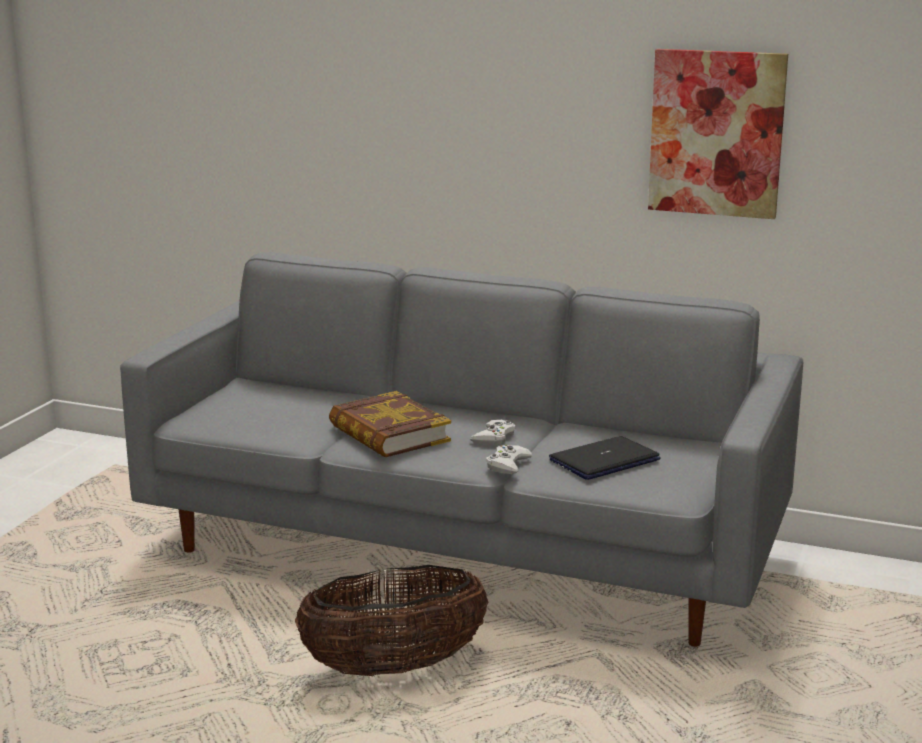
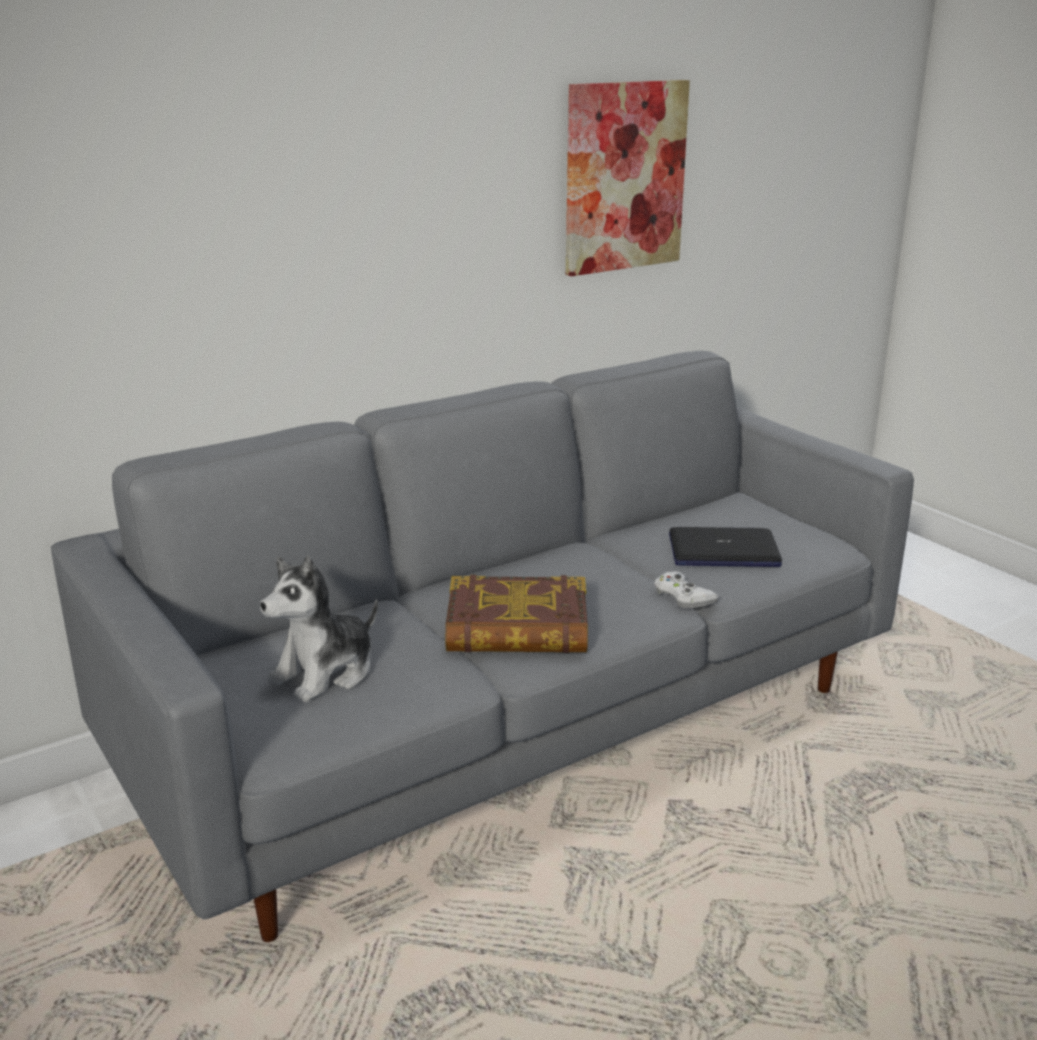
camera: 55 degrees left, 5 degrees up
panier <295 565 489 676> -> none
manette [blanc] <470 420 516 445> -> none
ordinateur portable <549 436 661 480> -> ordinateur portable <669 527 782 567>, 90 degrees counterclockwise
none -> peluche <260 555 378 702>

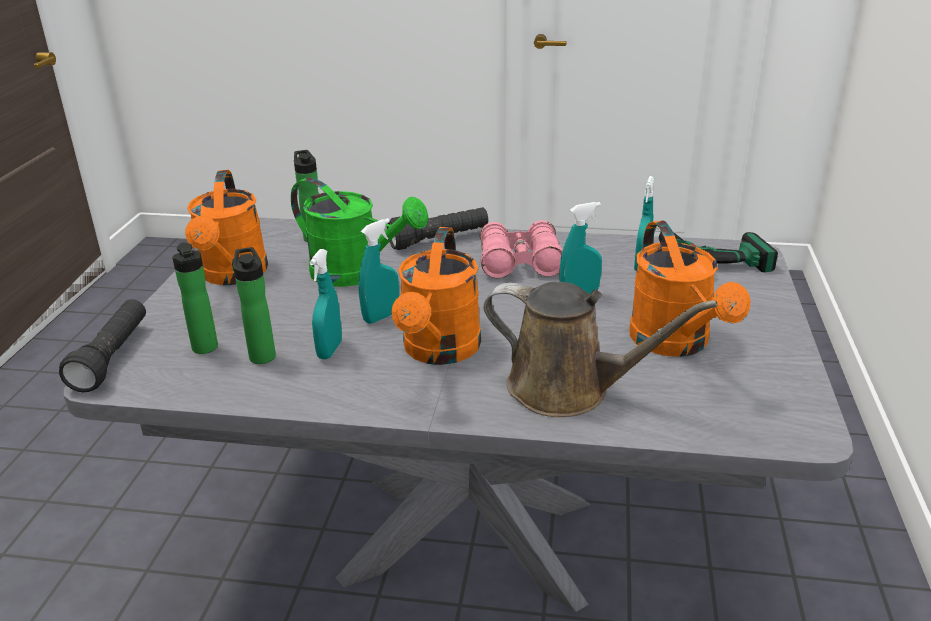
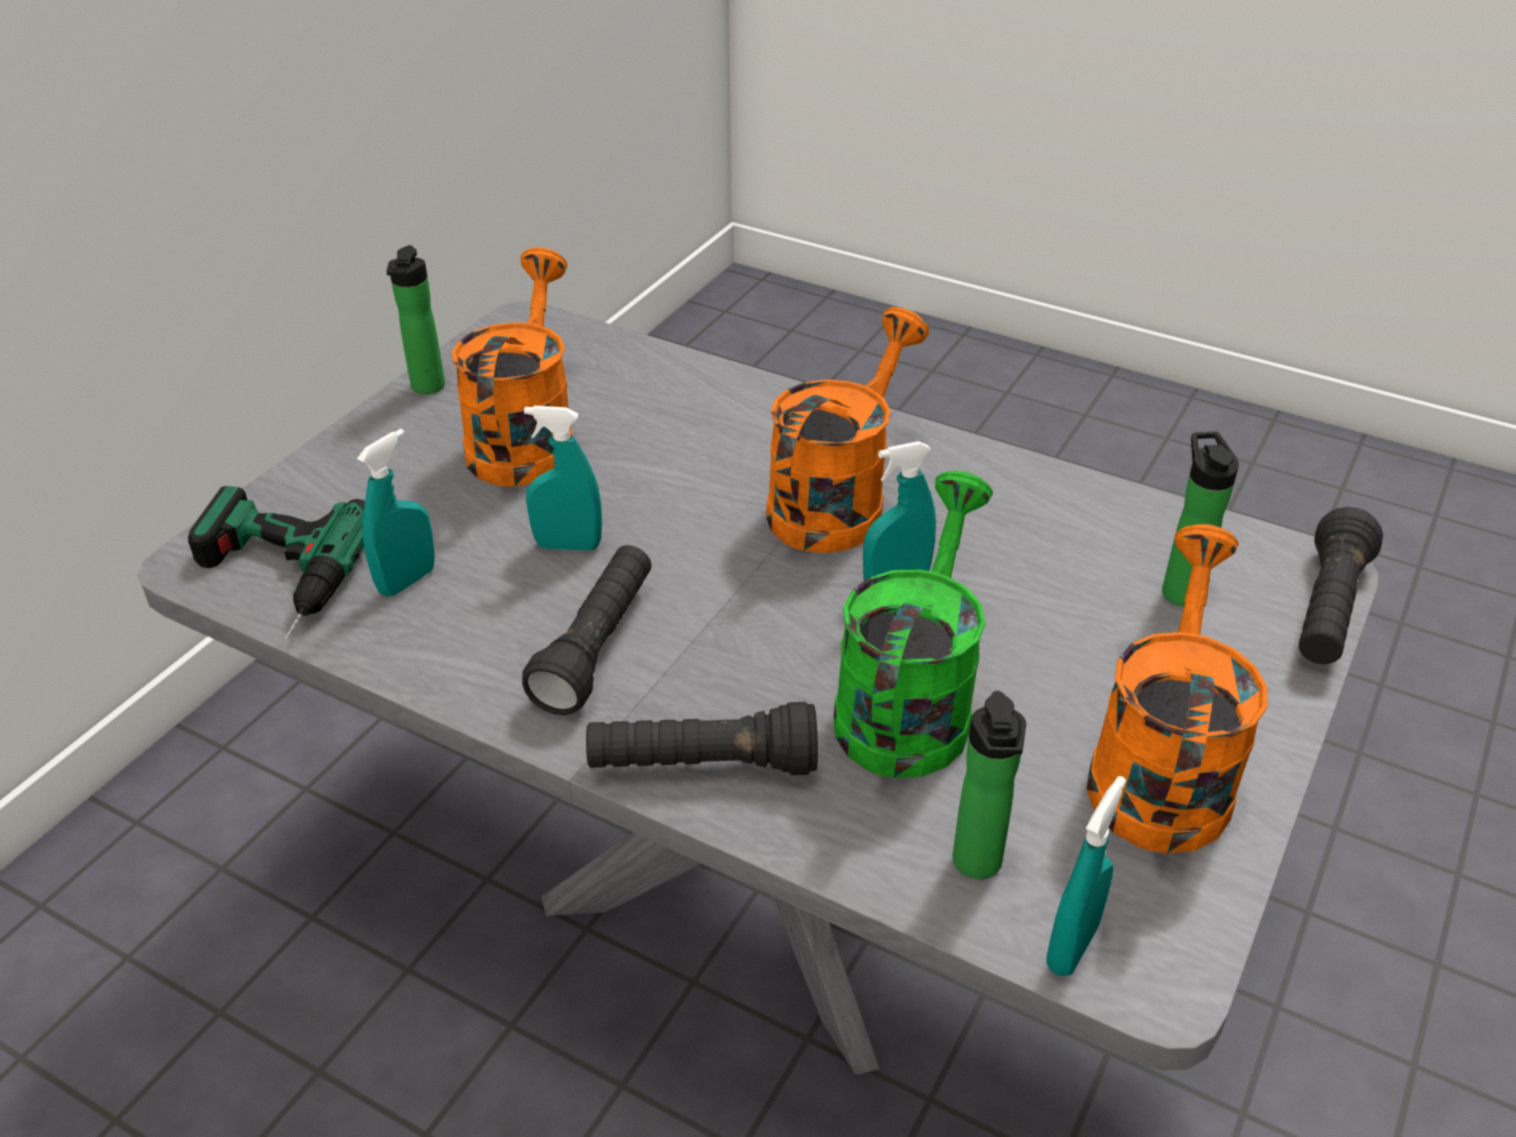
camera: 160 degrees left, 10 degrees up
bouteille <233 247 276 364> -> bouteille <386 245 445 394>, moved
arrosoir [vert] <291 178 429 287> -> arrosoir [vert] <834 471 993 778>, 60 degrees clockwise
vaporisateur [turquoise] <309 249 342 359> -> vaporisateur [turquoise] <1046 776 1126 976>, moved
jumelles [rose] <480 220 563 278> -> lampe de poche [noir] <522 545 651 715>
arrosoir [marron] <483 282 718 417> -> none

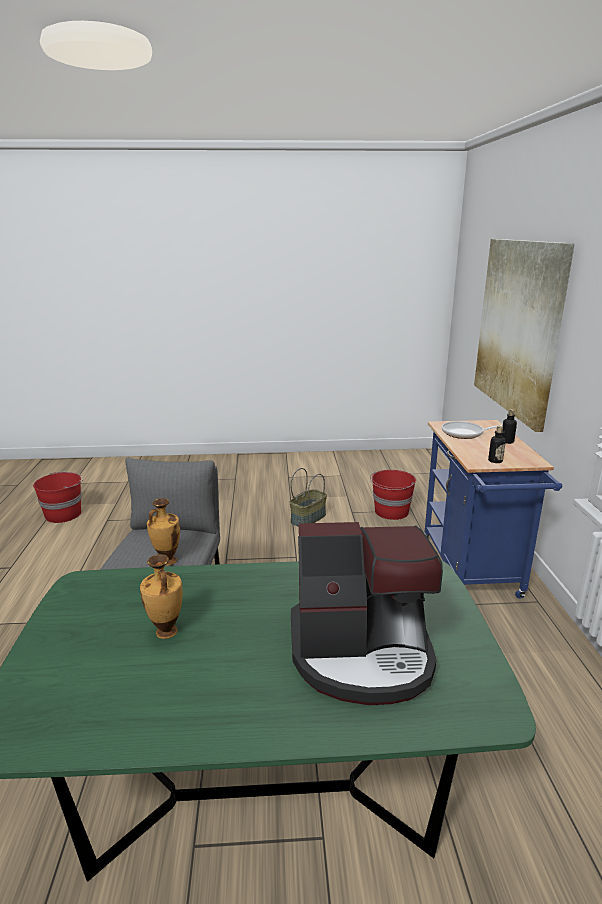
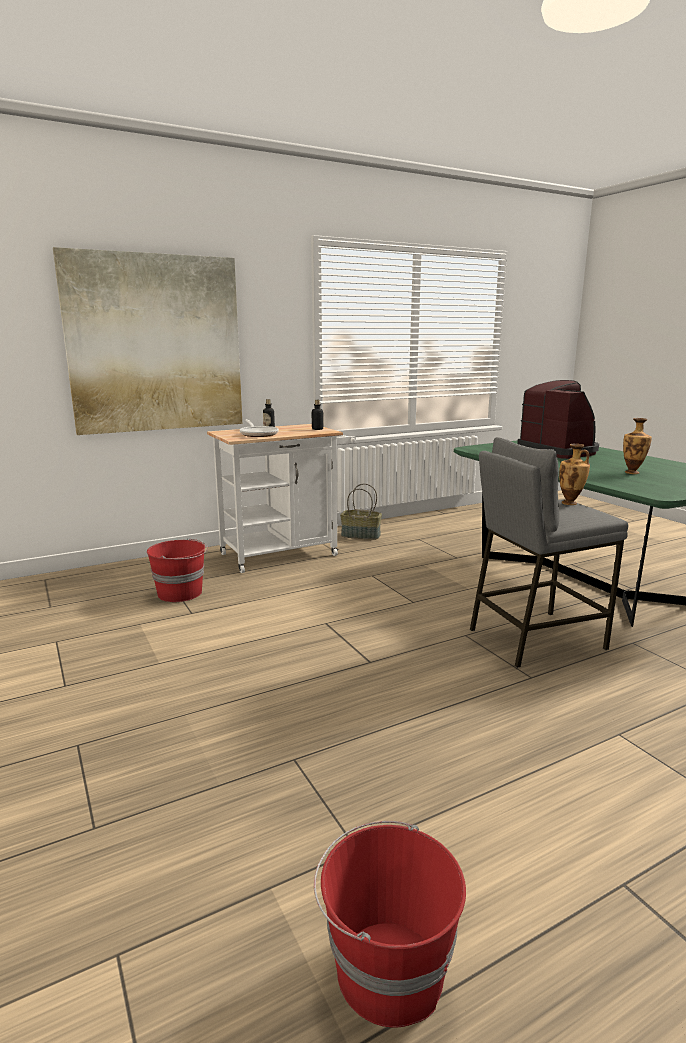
camera: 115 degrees left, 5 degrees down
panier <289 468 327 527> -> panier <340 484 382 540>, moved
chariot [bleu] <425 420 562 599> -> chariot [blanc] <207 424 356 573>

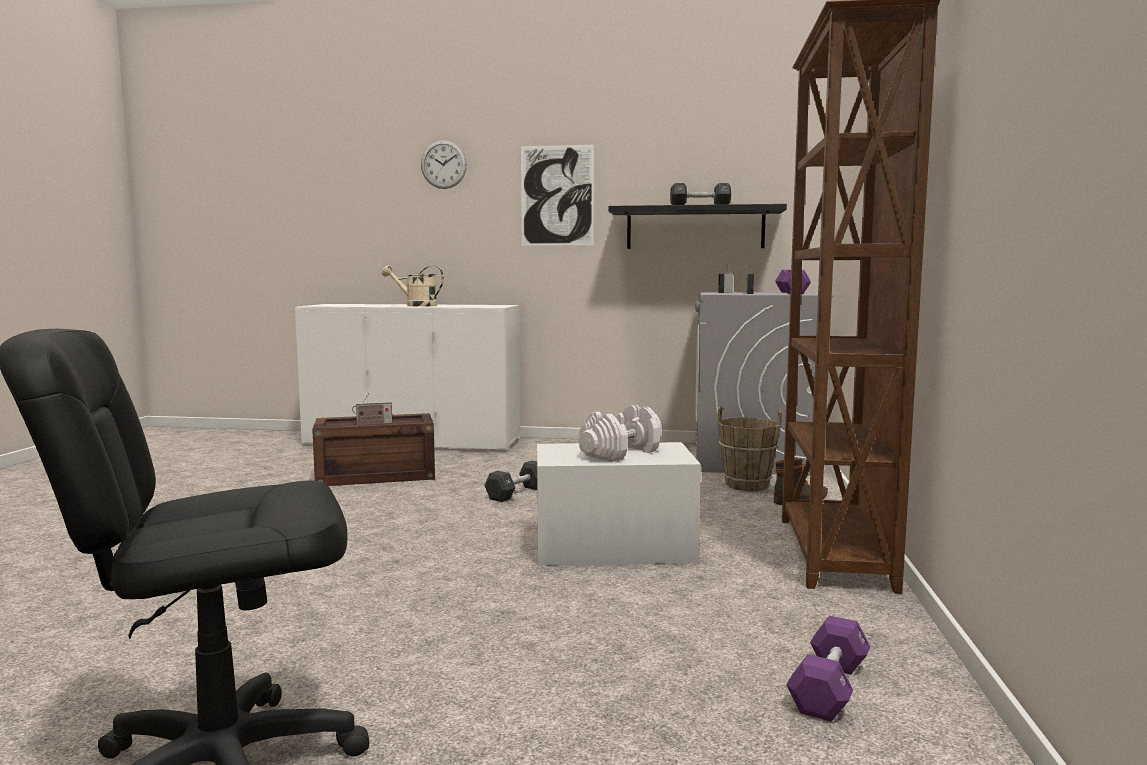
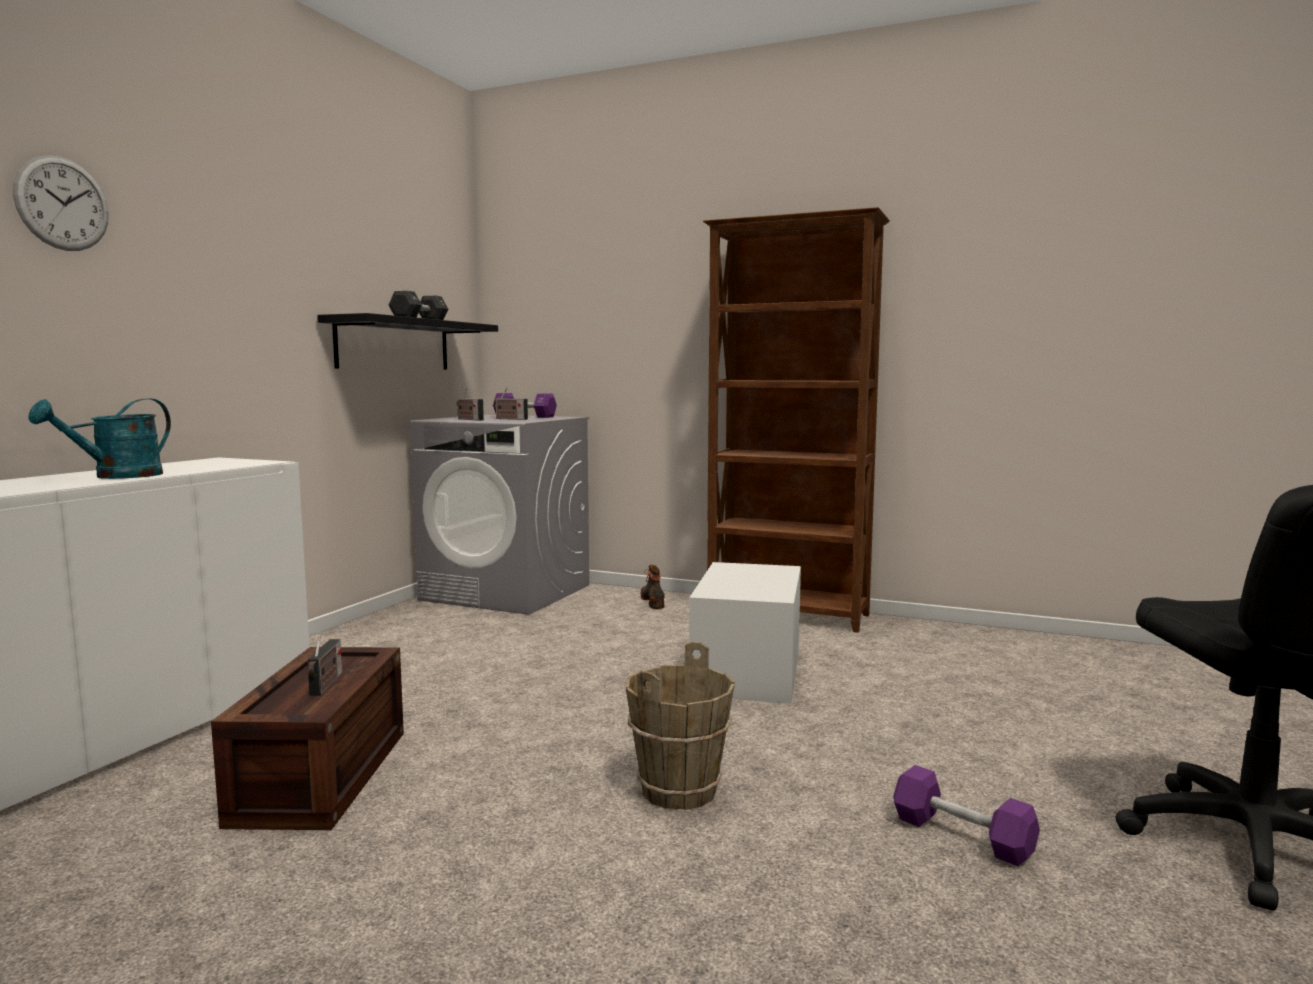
camera: 75 degrees left, 0 degrees up
arrosoir [beige] <382 265 444 307> -> arrosoir [turquoise] <28 398 171 479>
haltère [noir] <484 460 537 502> -> none
tableau <521 145 594 246> -> none
haltère [blanc] <579 405 662 462> -> none
seau [marron] <718 406 781 491> -> seau [marron] <625 642 735 810>, moved
haltère [violet] <786 616 870 722> -> haltère [violet] <893 765 1040 866>, moved

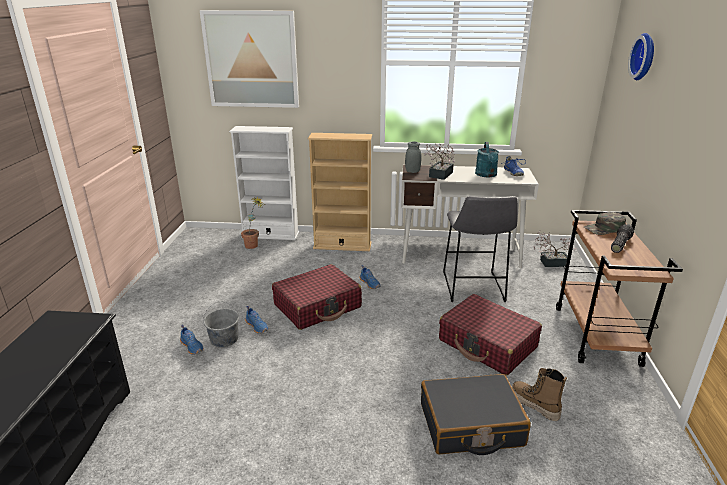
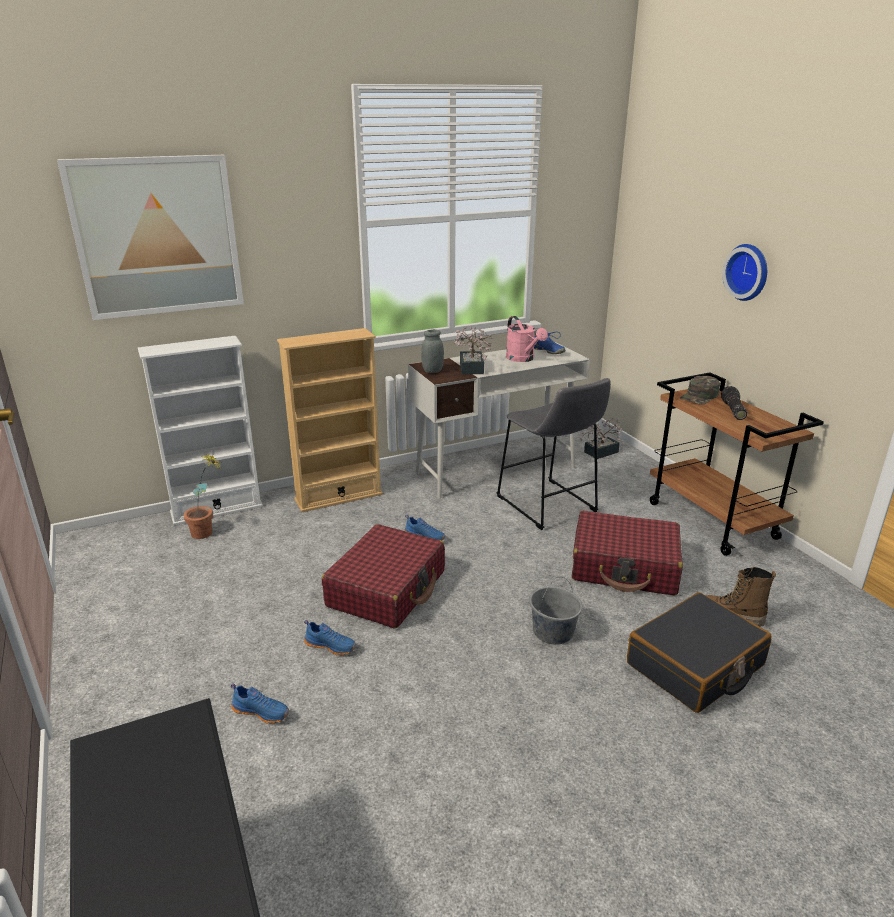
camera: 30 degrees left, 0 degrees up
seau [gris] <203 301 239 347> -> seau [gris] <529 577 582 645>, moved
arrosoir [turquoise] <475 142 499 177> -> arrosoir [rose] <506 316 548 362>
horloge murale <628 33 654 80> -> horloge murale <722 244 767 301>, moved

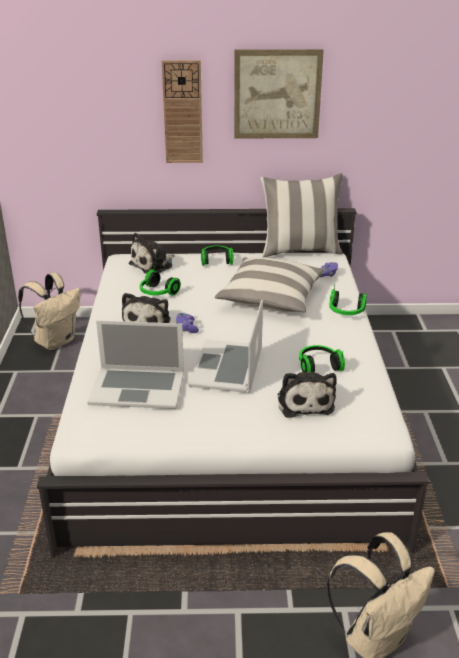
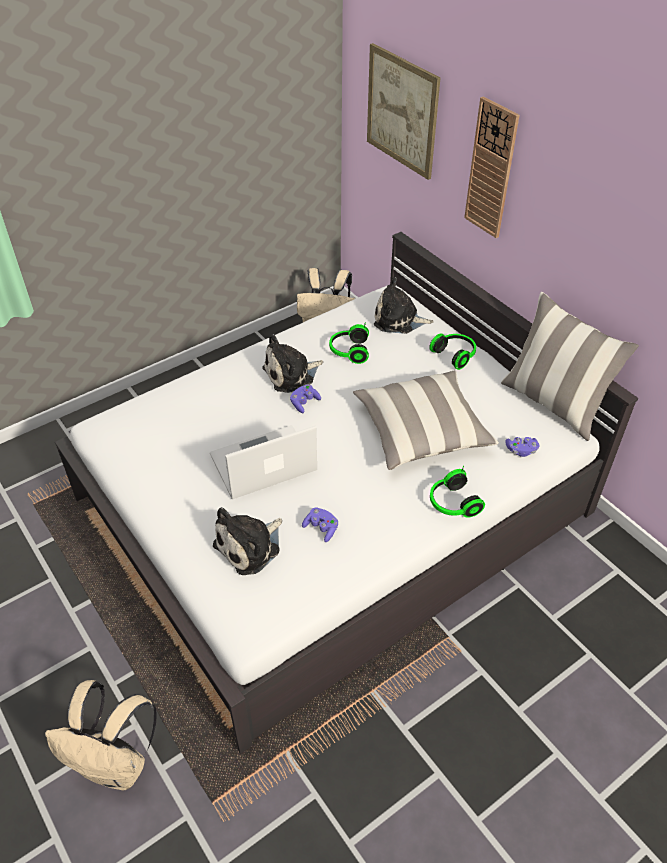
camera: 55 degrees right, 15 degrees up
ordinateur portable <87 320 184 409> -> none
tableau <234 49 324 139> -> tableau <367 43 440 180>, moved
casque audio <299 345 345 373> -> manette [violet] <302 507 338 542>

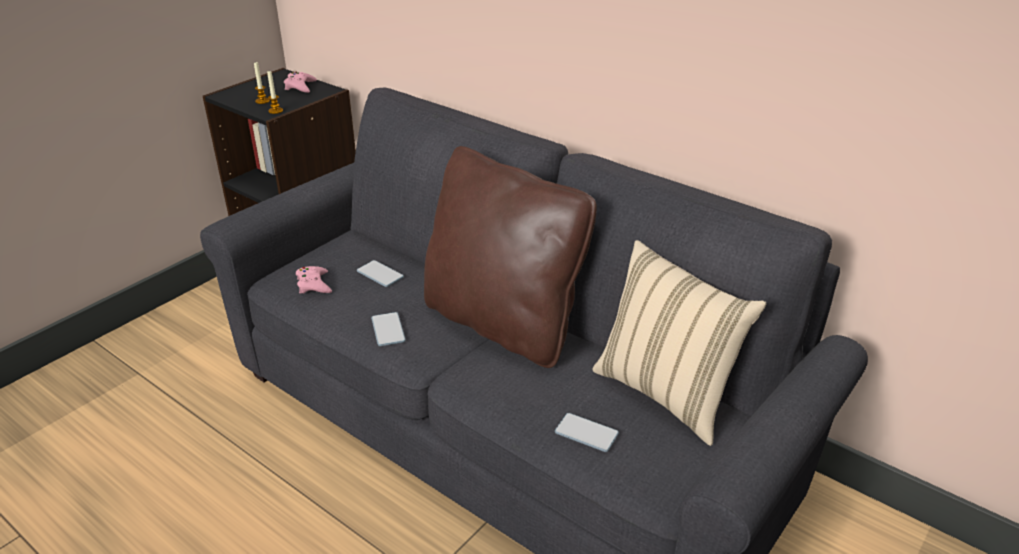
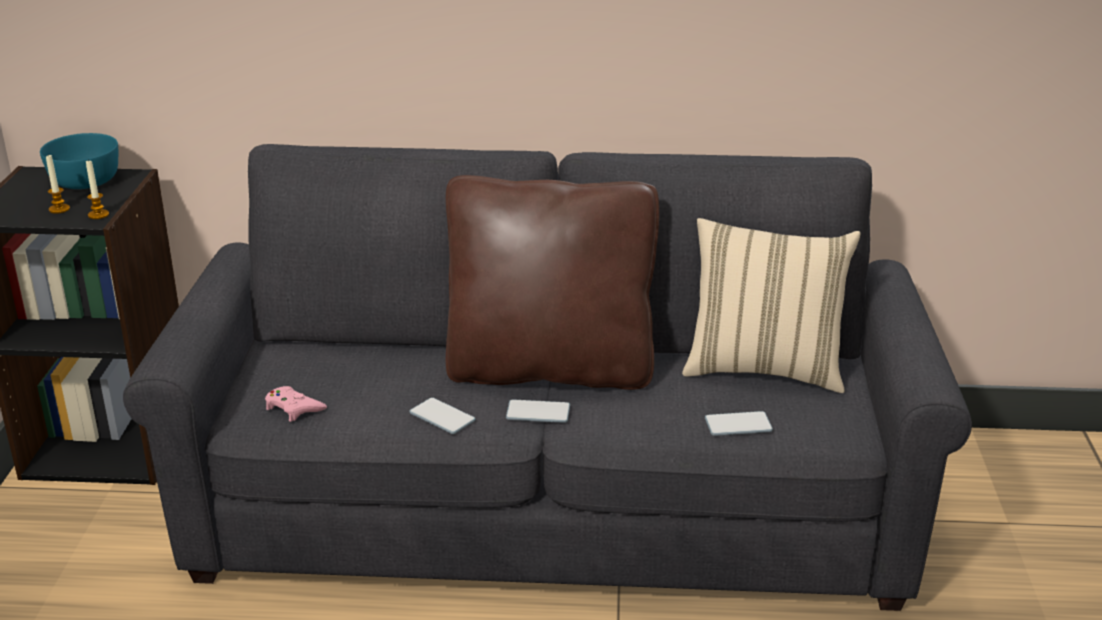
camera: 35 degrees left, 5 degrees down
manette [rose] <284 72 317 93> -> bol [turquoise] <40 133 118 189>
téléphone <357 260 404 287> -> téléphone <506 399 570 423>, moved

